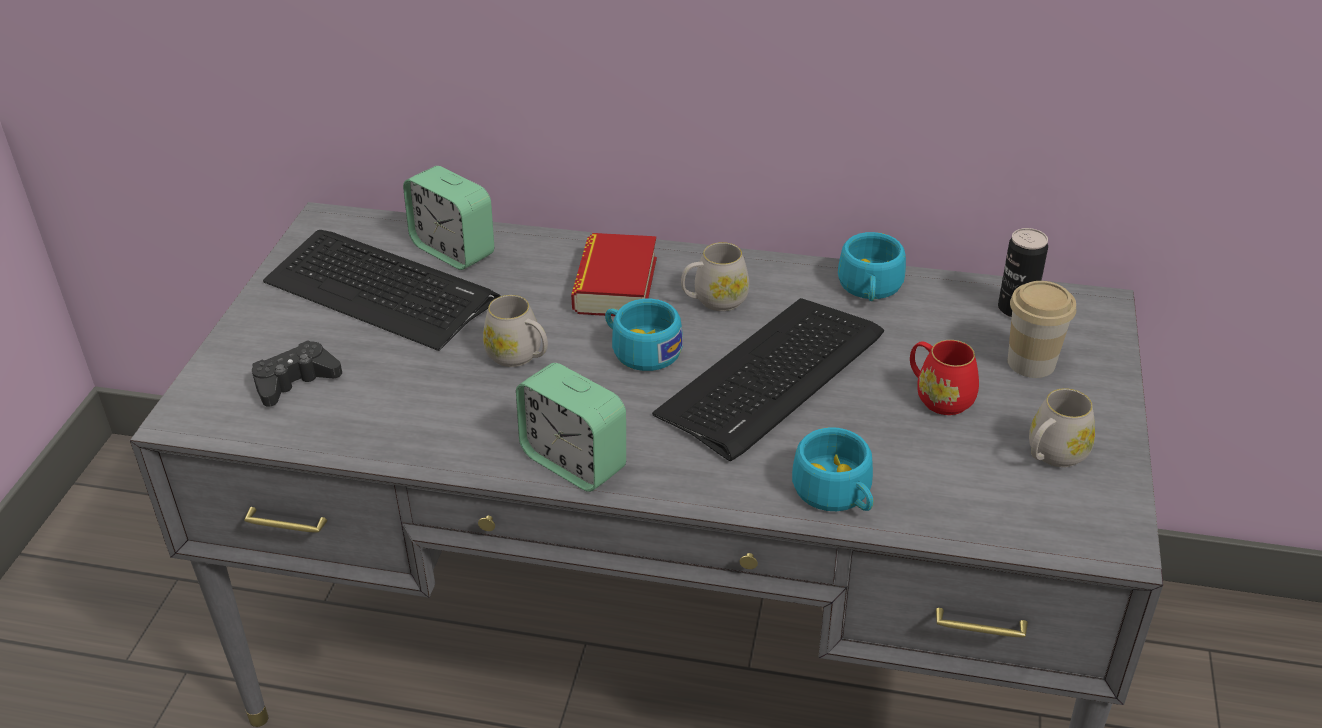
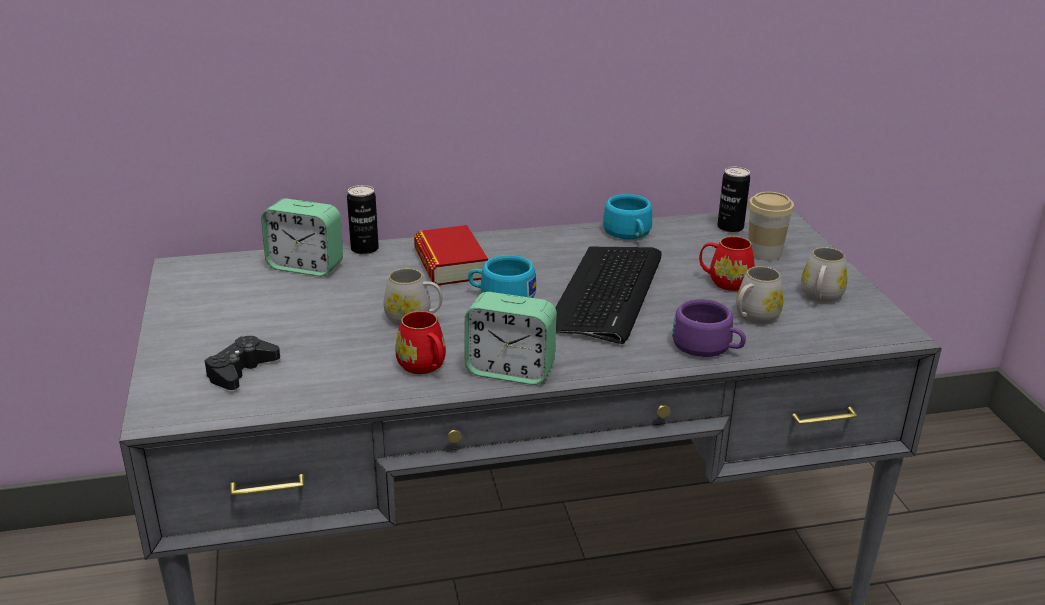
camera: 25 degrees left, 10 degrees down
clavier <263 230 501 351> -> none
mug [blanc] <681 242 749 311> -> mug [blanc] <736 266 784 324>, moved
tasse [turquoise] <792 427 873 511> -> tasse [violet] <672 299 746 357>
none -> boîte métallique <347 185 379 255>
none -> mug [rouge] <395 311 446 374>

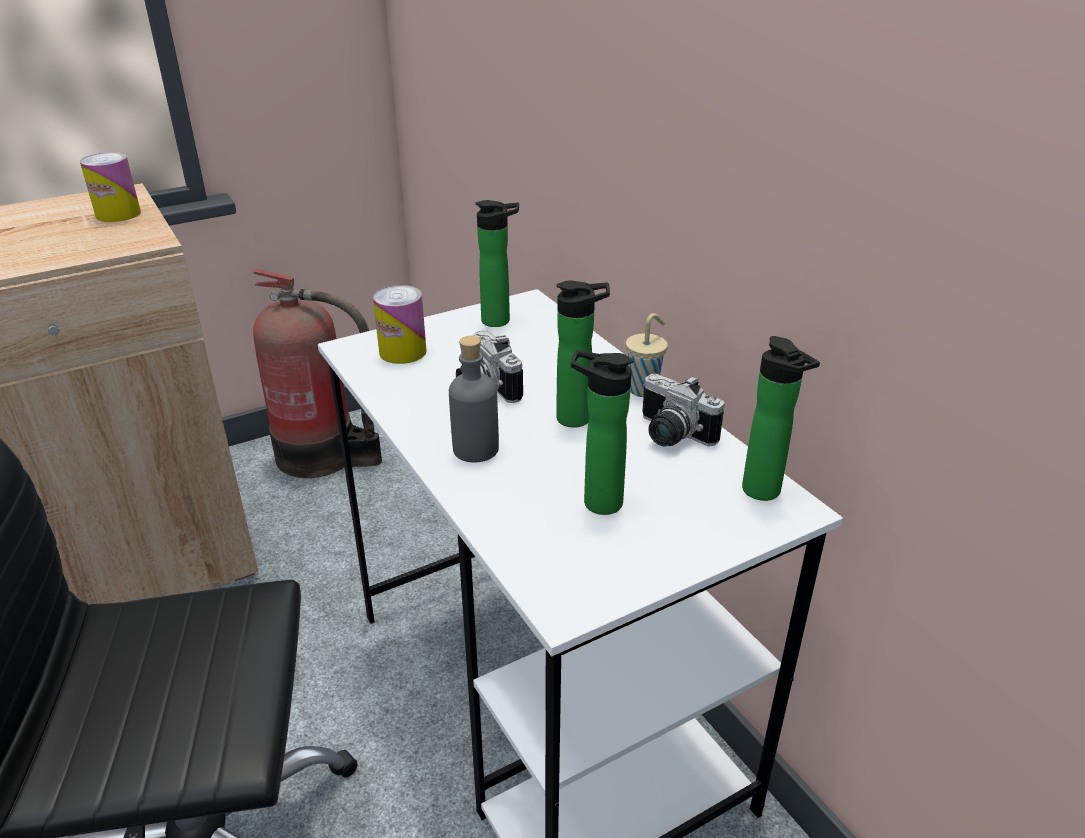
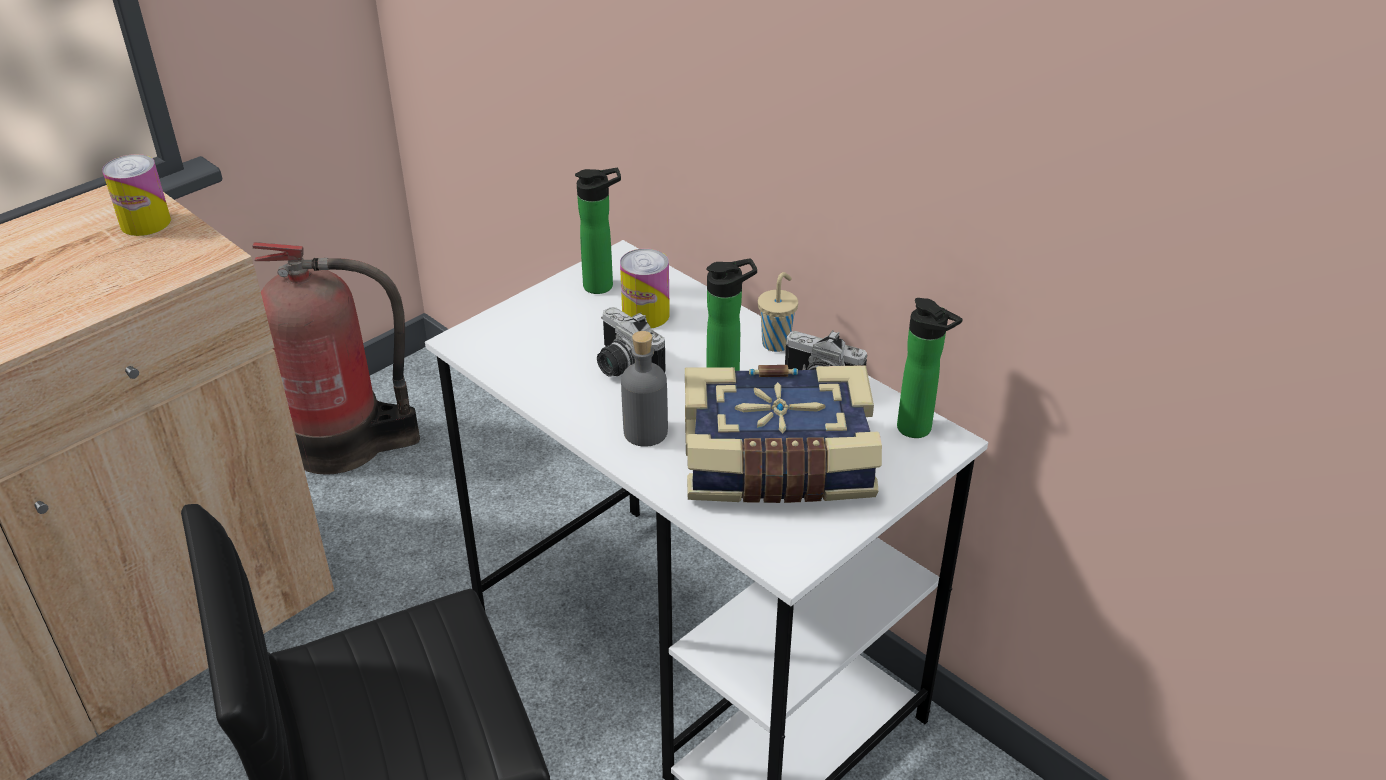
camera: 15 degrees left, 5 degrees up
boîte métallique <373 285 426 364> -> boîte métallique <620 248 670 328>, moved
bouteille <571 350 634 515> -> livre <685 365 882 503>

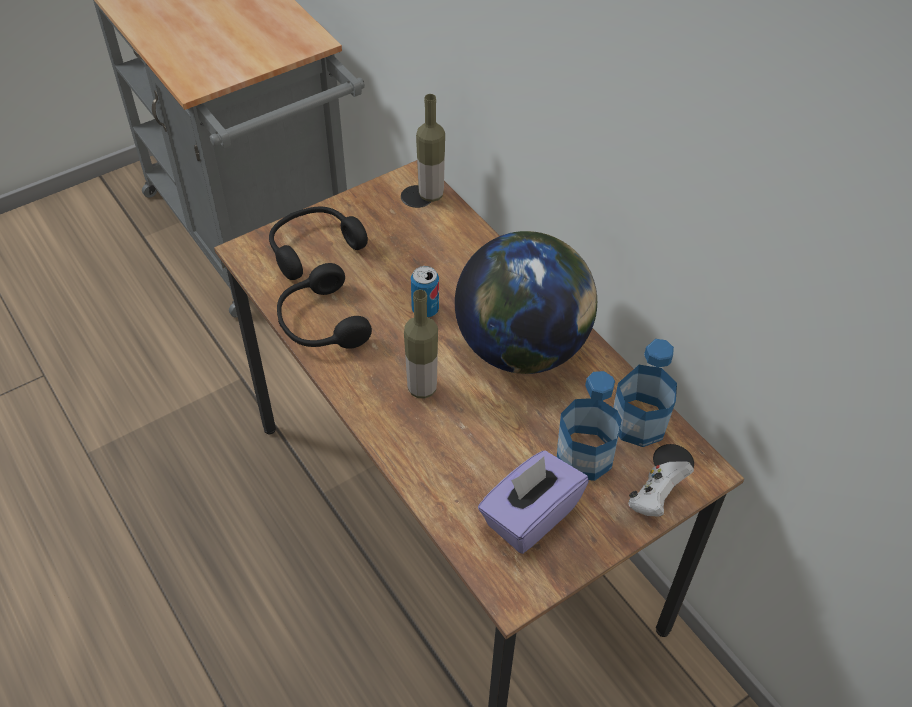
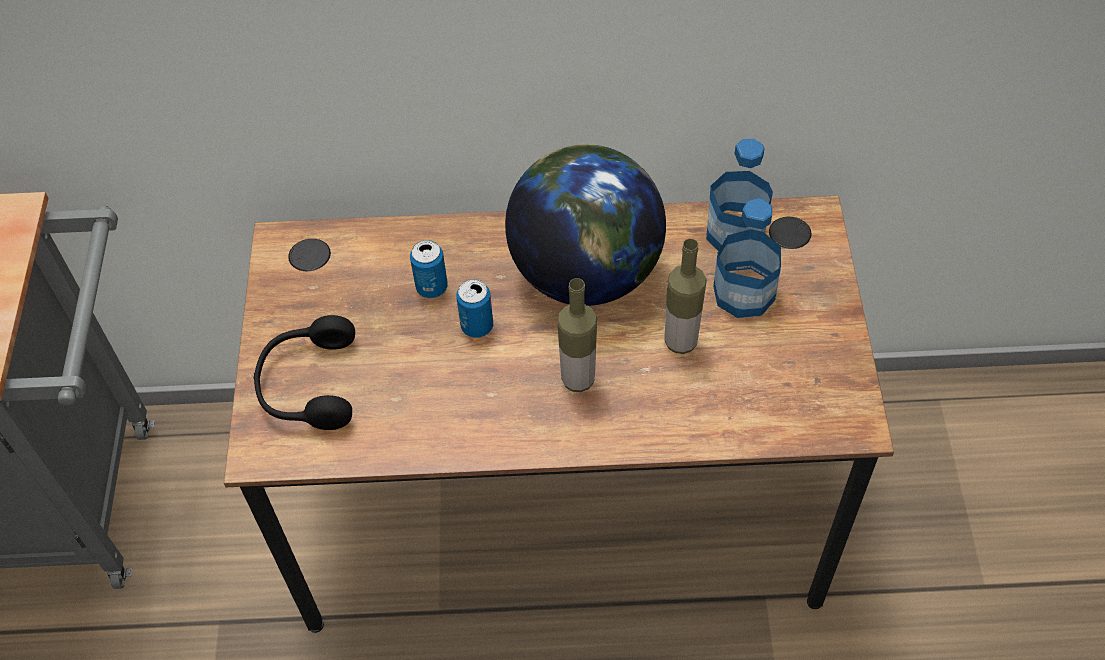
camera: 55 degrees left, 5 degrees up
casque audio [noir] <277 263 372 349> -> none
bouteille <416 94 445 202> -> bouteille <664 238 707 354>, moved
boîte à mouchoirs [violet] <478 451 589 554> -> none
manette [blanc] <628 461 694 517> -> none
none -> boîte métallique <410 240 448 298>

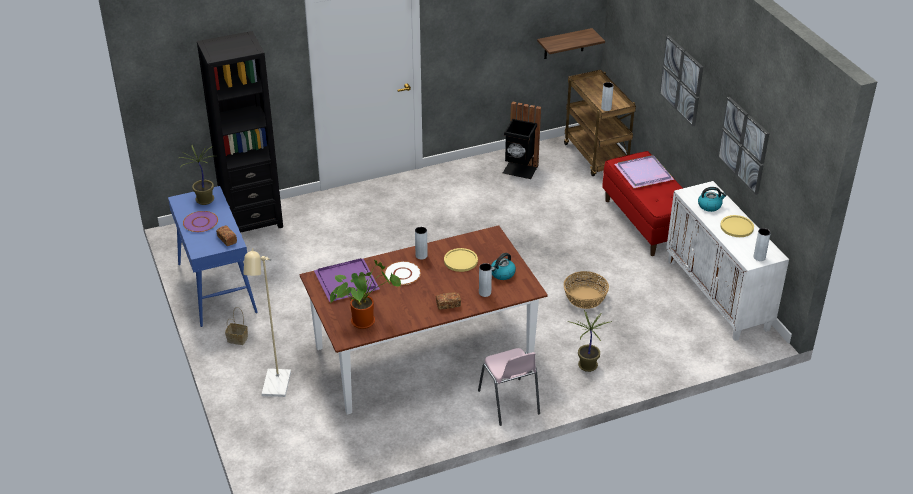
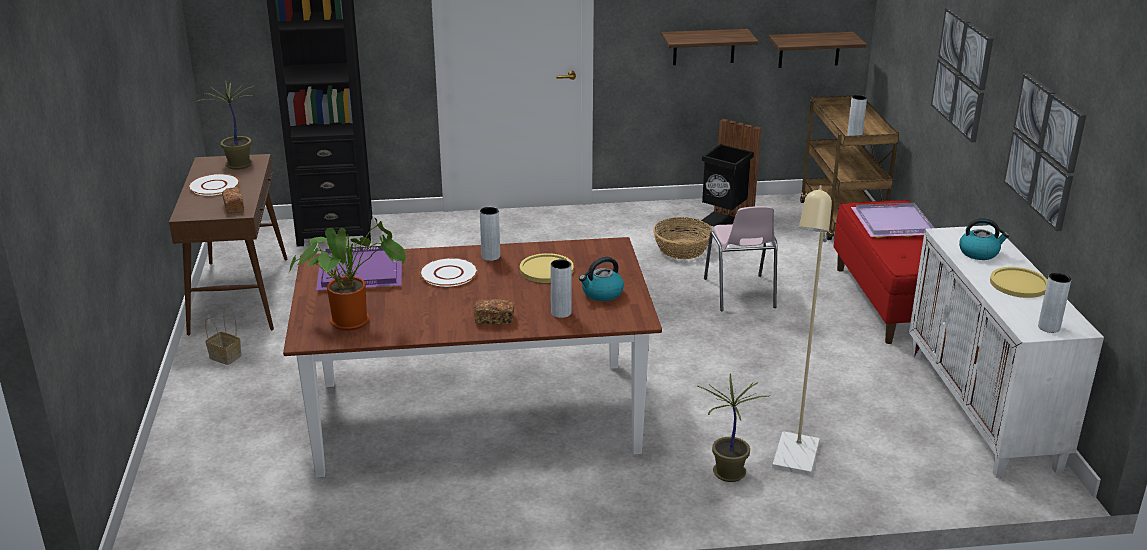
camera: 15 degrees right, 10 degrees down
table console [bleu] <168 186 257 327> -> table console [marron] <169 154 287 335>
assiette [violet] <183 211 218 232> -> assiette [blanc] <188 174 240 196>
lampadaire [beige] <243 248 291 397> -> lampadaire [beige] <772 185 832 476>, moved
chaise [rose] <478 348 540 426> -> chaise [rose] <704 206 777 311>, moved
panier <564 271 609 309> -> panier <653 217 713 259>, moved
none -> étagère <661 29 758 65>

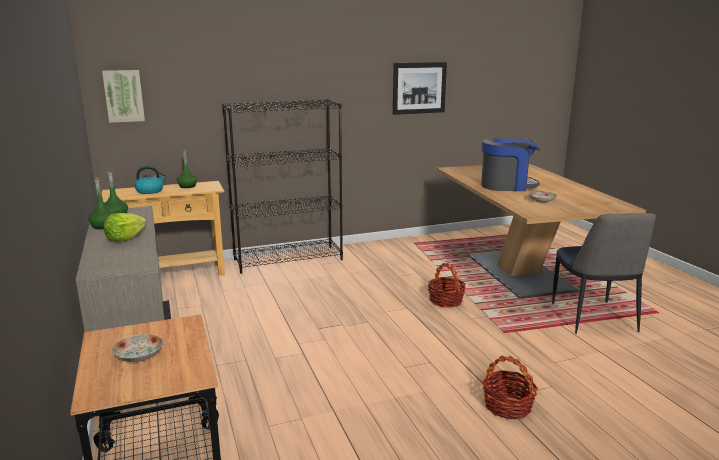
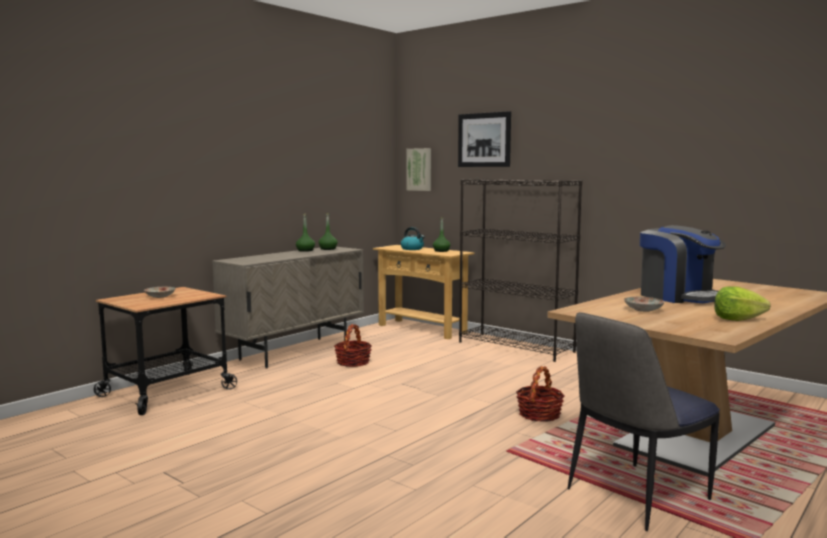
camera: 60 degrees right, 10 degrees down
laitue <104 213 146 242> -> laitue <714 286 770 321>, moved
tableau <393 62 447 115> -> tableau <458 111 511 167>, moved
panier <482 356 538 419> -> panier <334 324 372 367>, moved

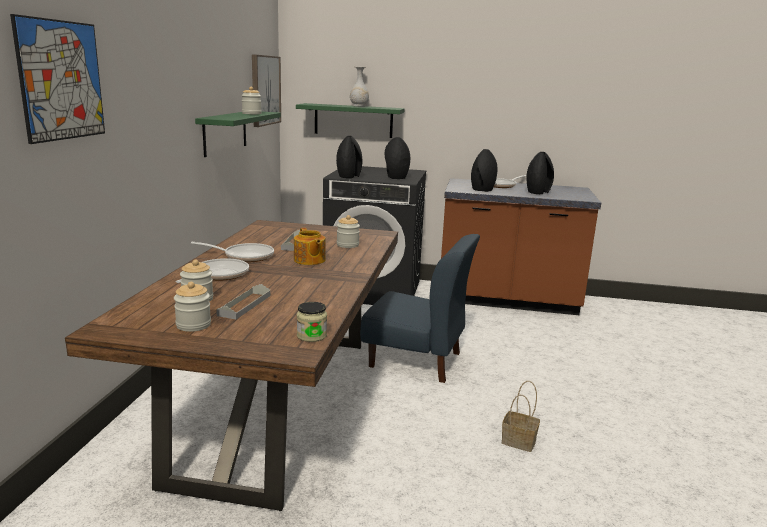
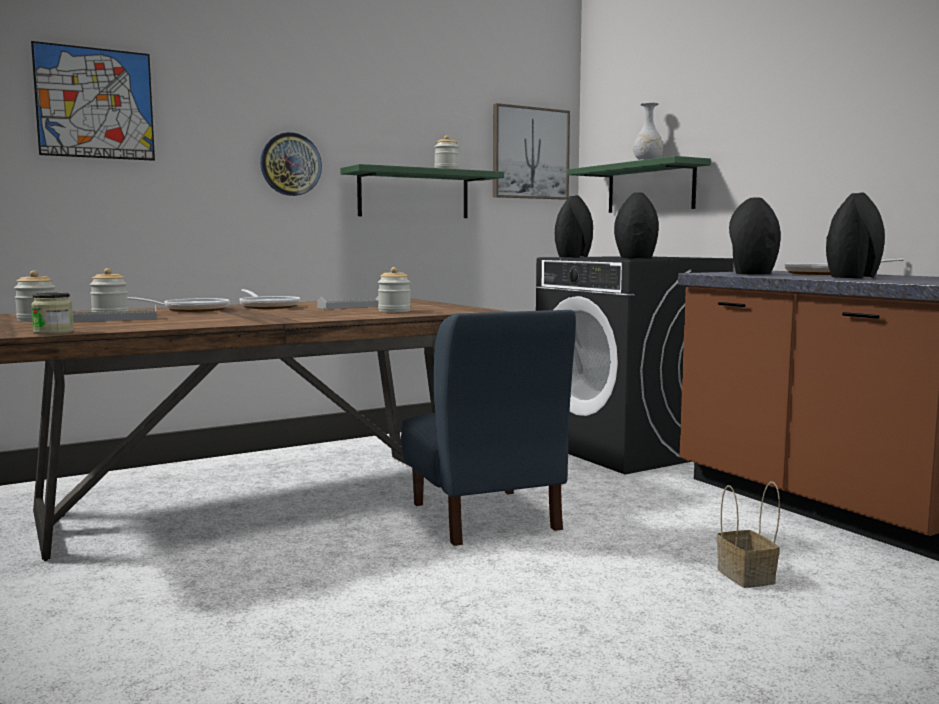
camera: 50 degrees right, 10 degrees down
théière <294 228 326 265> -> none
panier <502 381 540 452> -> panier <717 482 780 588>, moved
none -> horloge murale <260 132 322 196>

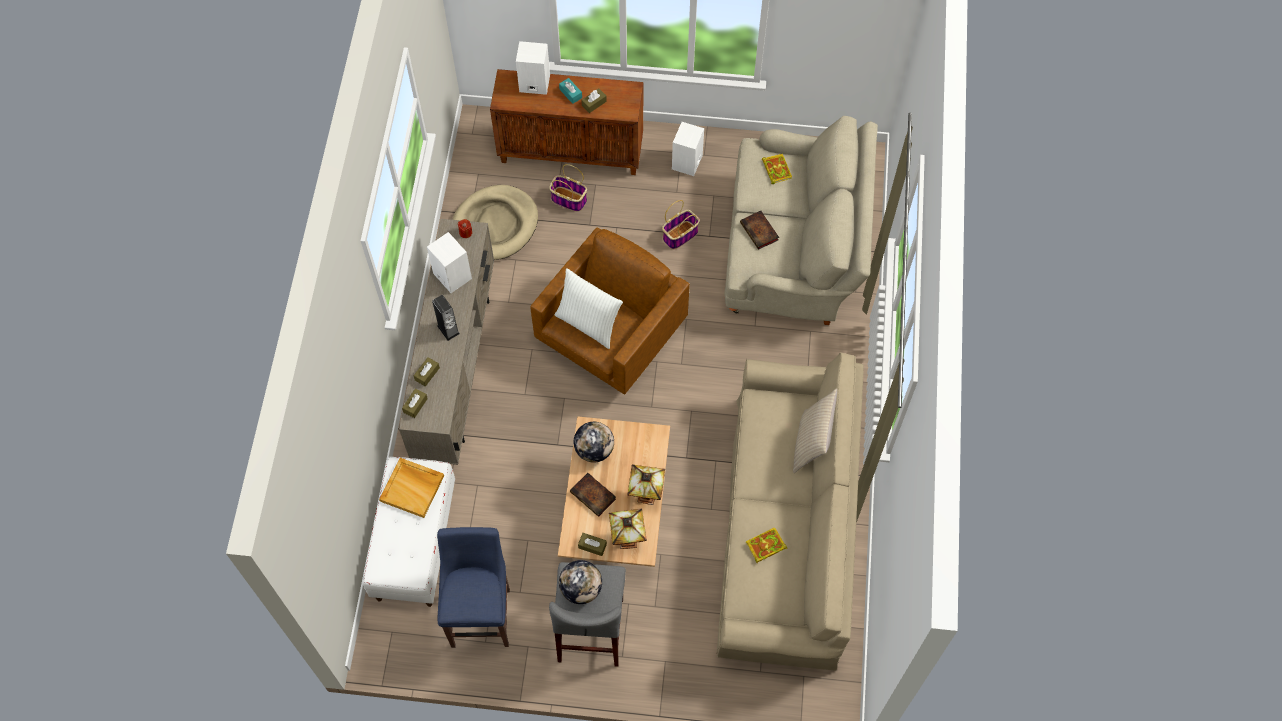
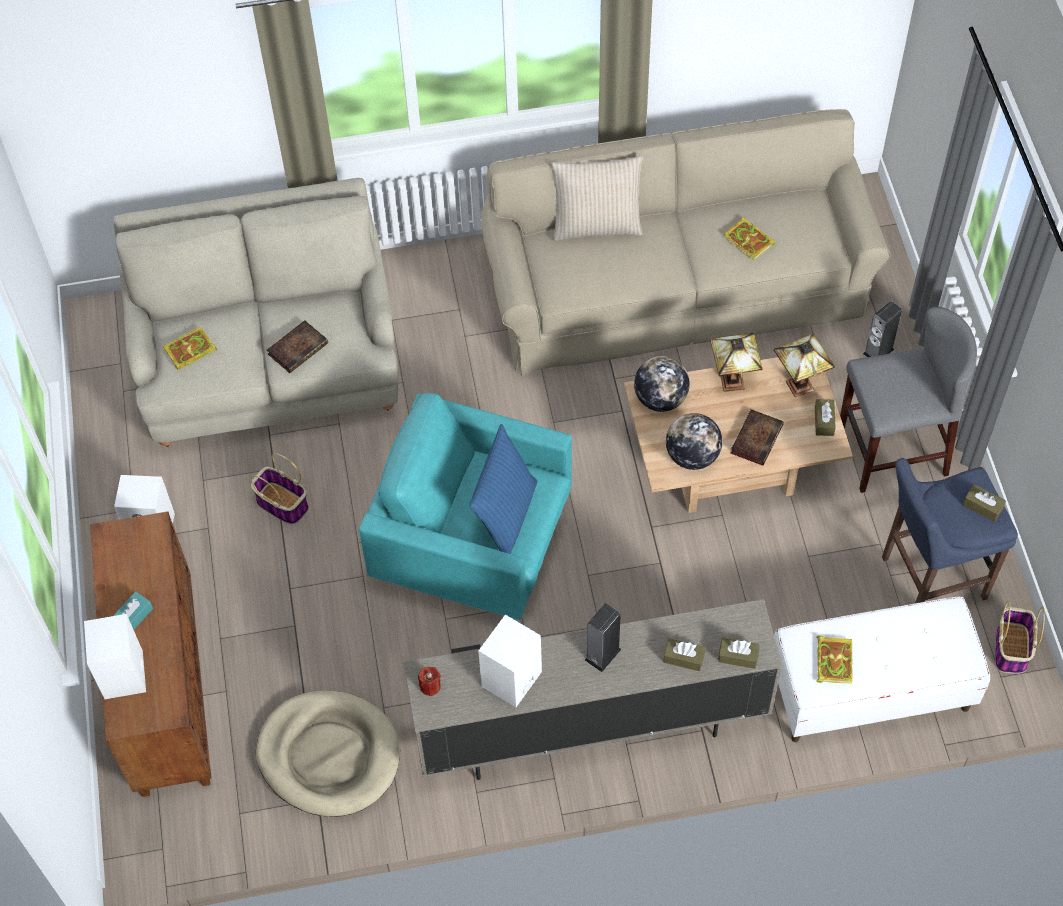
camera: 105 degrees left, 5 degrees down
plateau [beige] <379 458 444 518> -> livre <816 636 853 684>
fauteuil [marron] <530 227 690 395> -> fauteuil [turquoise] <359 393 572 620>
panier <549 164 587 212> -> panier <995 601 1045 674>, moved
coussin [blanc] <554 268 623 349> -> coussin [bleu] <469 424 537 554>
globe <559 560 602 604> -> globe <634 356 690 412>, moved
boîte à mouchoirs [marron] <581 89 607 113> -> boîte à mouchoirs [marron] <963 484 1006 522>, moved
none -> enceinte <863 301 902 357>

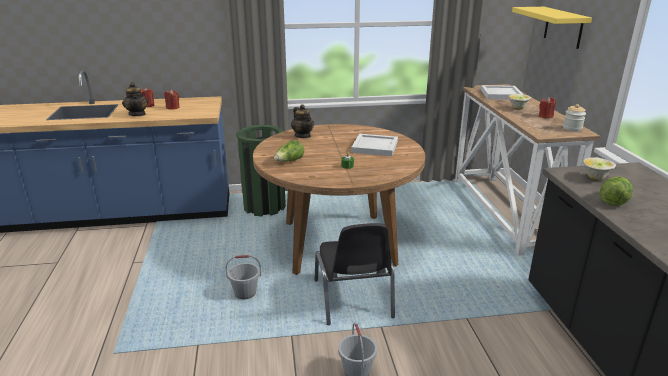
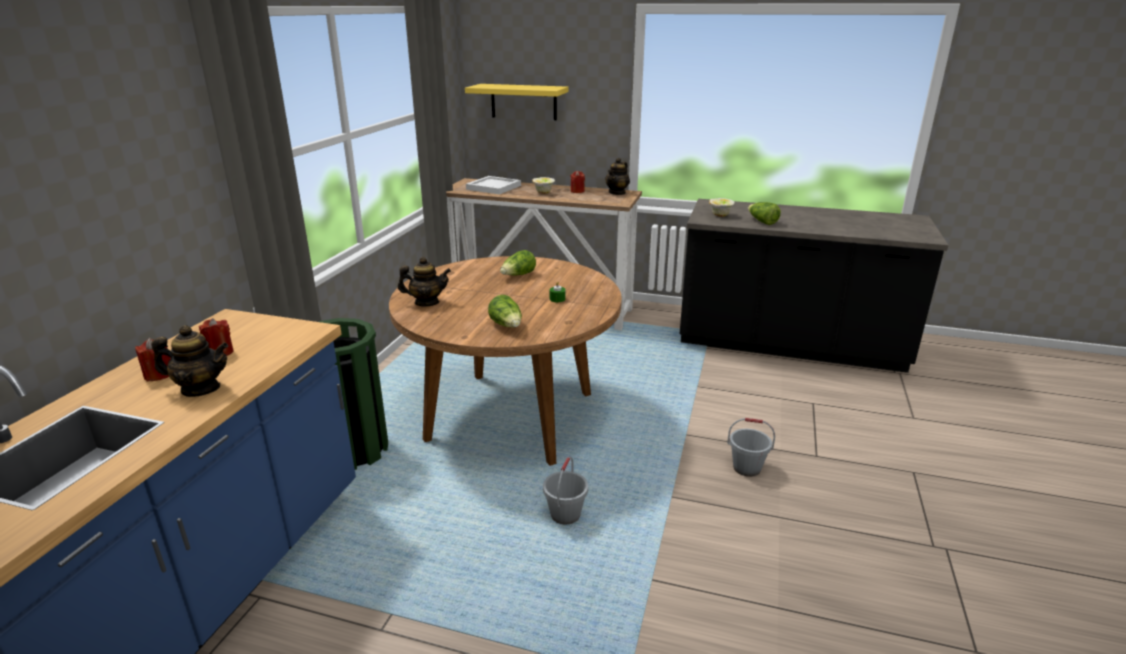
camera: 65 degrees left, 0 degrees up
chaise [noir] <315 223 395 325> -> none
plateau [blanc] <351 134 398 156> -> laitue <500 250 536 275>
bocal <563 104 586 132> -> théière <605 158 630 195>

